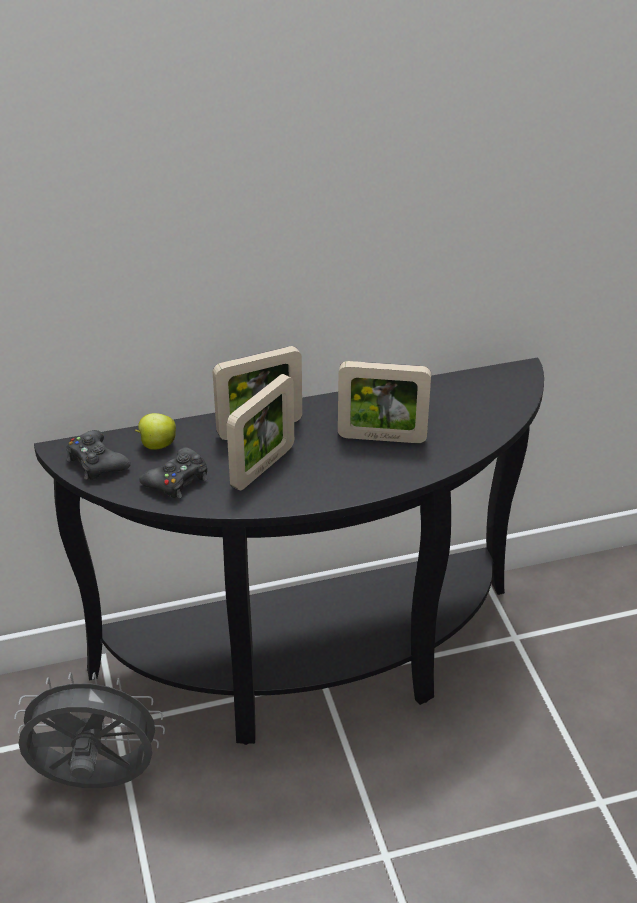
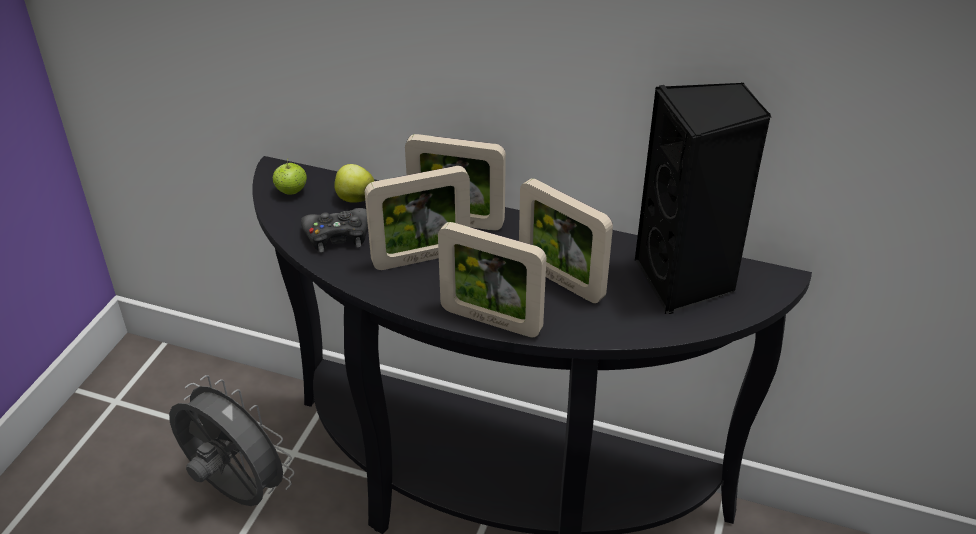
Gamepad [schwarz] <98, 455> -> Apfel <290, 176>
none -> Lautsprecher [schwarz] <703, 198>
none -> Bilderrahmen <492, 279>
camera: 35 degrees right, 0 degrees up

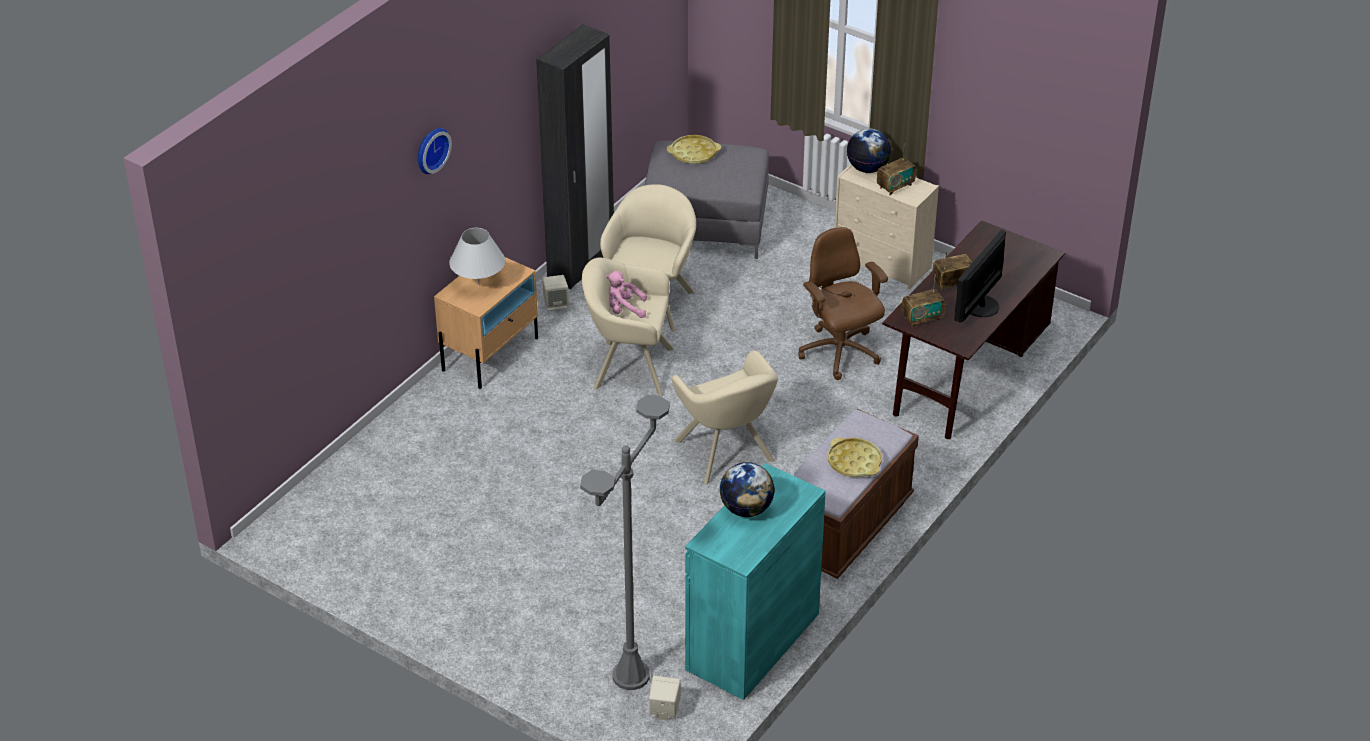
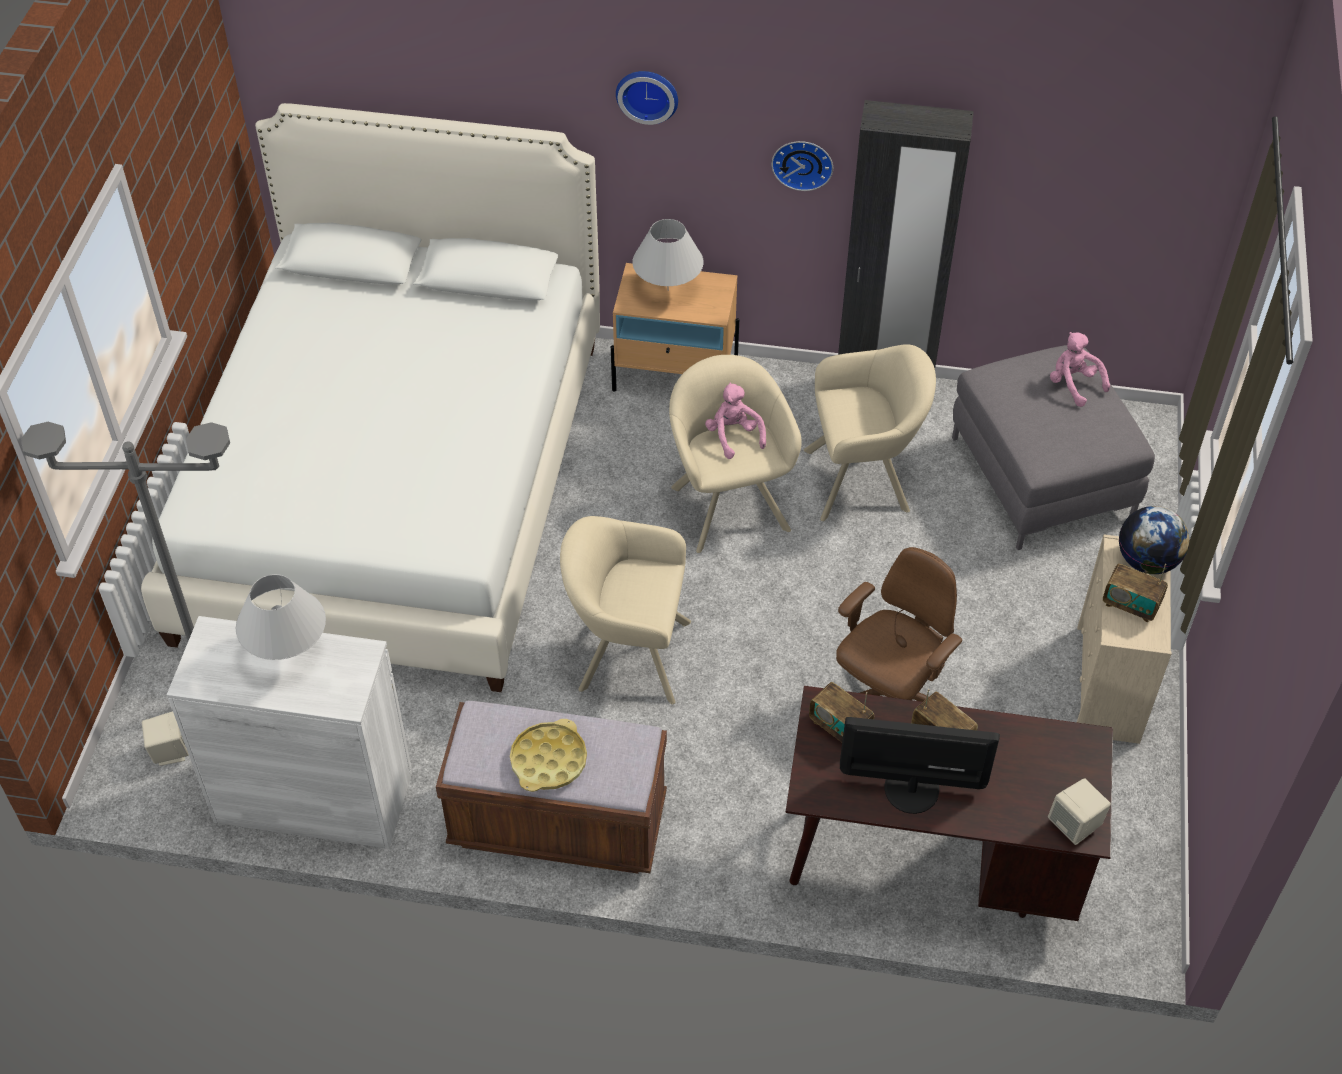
Tablett [gelb] <694, 149> -> Plüschtier [rosa] <1080, 369>
Lautsprecher [beige] <555, 293> -> Lautsprecher [beige] <1079, 811>, relocated
Sessel [beige] <725, 417> -> Sessel [beige] <625, 610>, 60 degrees clockwise
Globus <747, 489> -> Tischlampe [weiß] <281, 617>
Schrank [türkis] <755, 581> -> Schrank [weiß] <289, 732>
none -> Bett [weiß] <370, 397>
none -> Wanduhr <802, 166>
camera: 65 degrees right, 10 degrees up

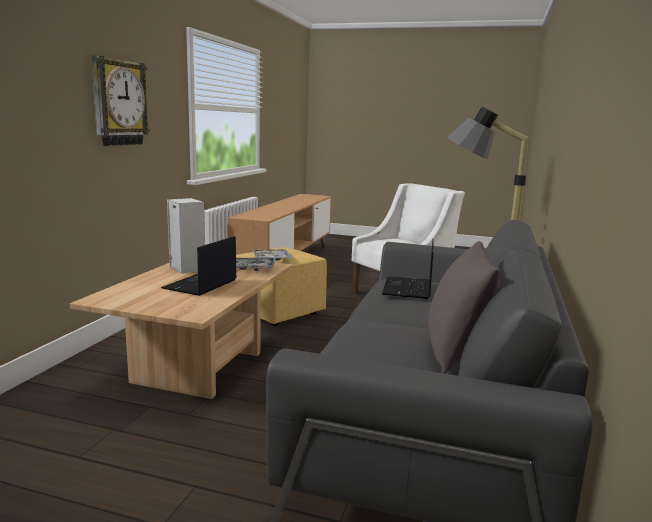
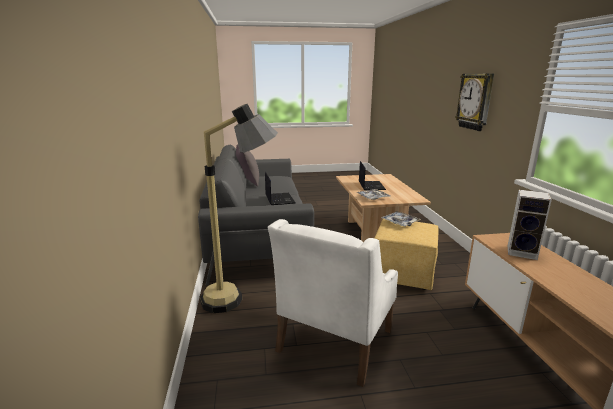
Lautsprecher <186, 236> -> Lautsprecher <530, 225>, relocated
camera: 155 degrees right, 5 degrees up

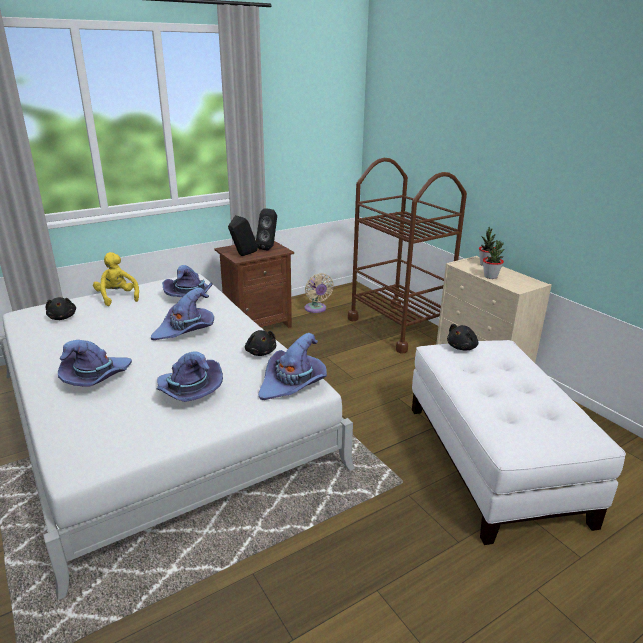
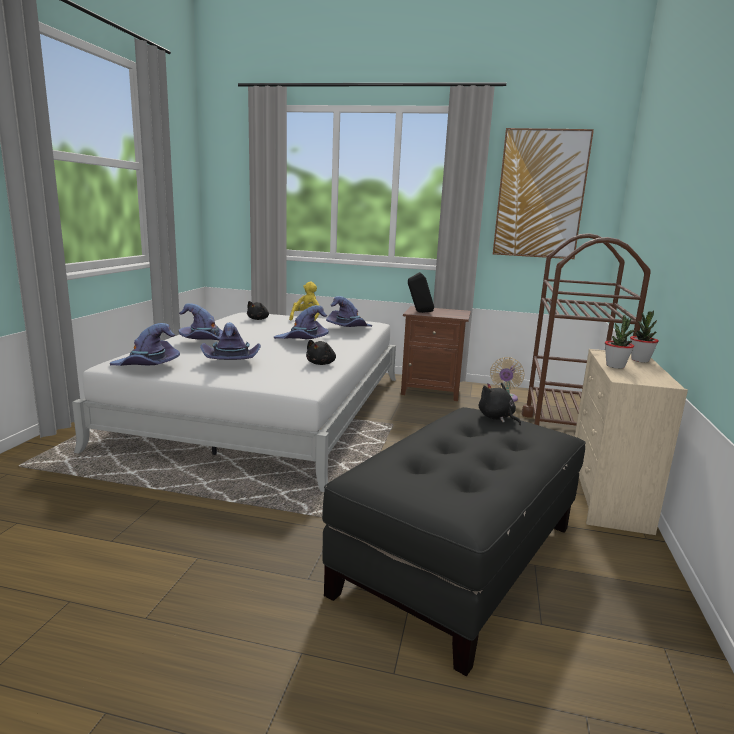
Lautsprecher [schwarz] <266, 230> -> none
Plüschtier [schwarz] <463, 337> -> Plüschtier [schwarz] <500, 404>, 60 degrees clockwise
Hut [lila] <292, 366> -> Hut [lila] <145, 344>, relocated
Polsterhocker [weiß] <519, 442> -> Polsterhocker [schwarz] <454, 542>
none -> Bild <543, 193>
camera: 45 degrees right, 10 degrees down

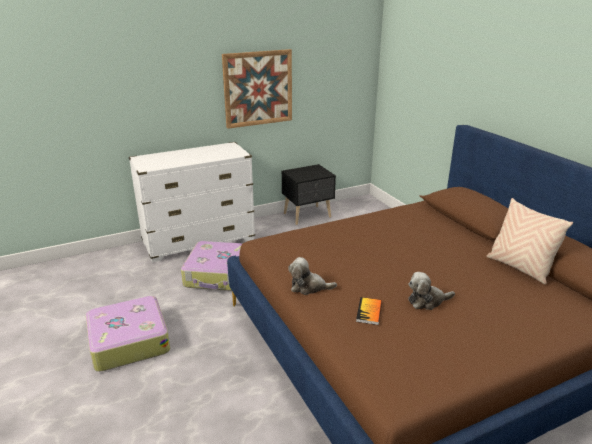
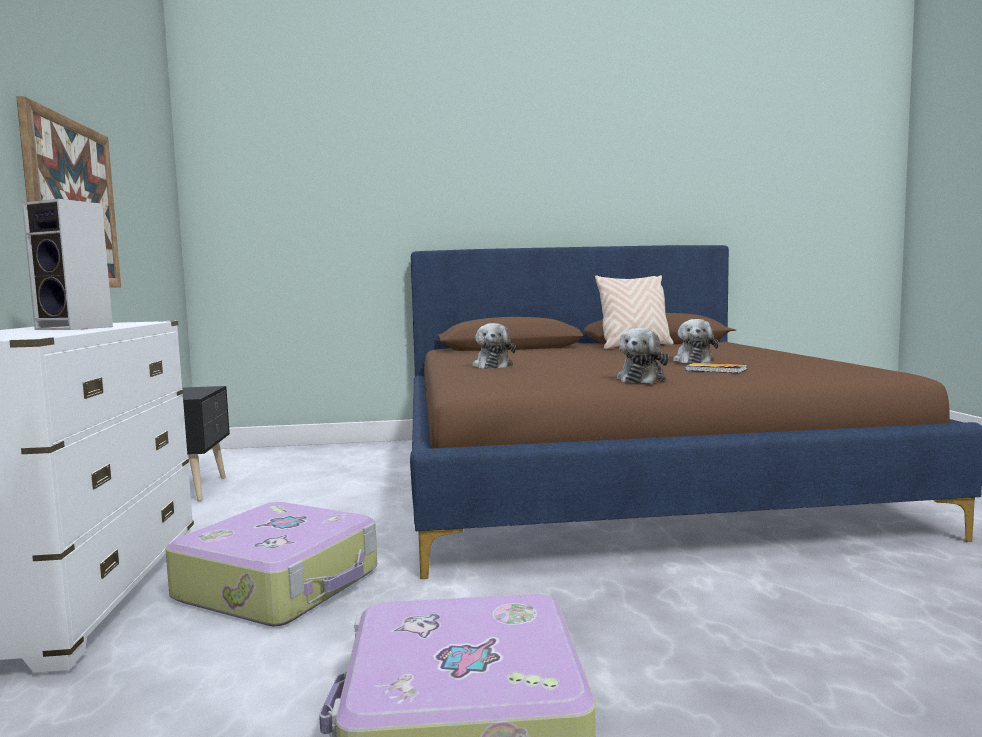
none -> Lautsprecher <67, 264>
none -> Plüschtier <494, 346>
camera: 70 degrees left, 20 degrees down

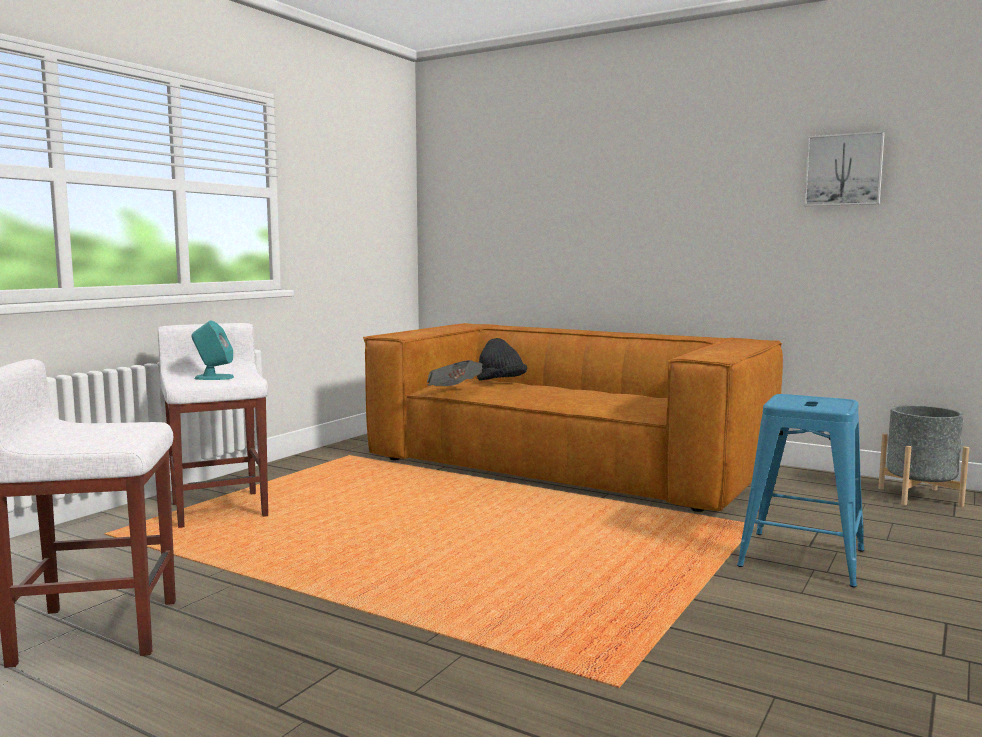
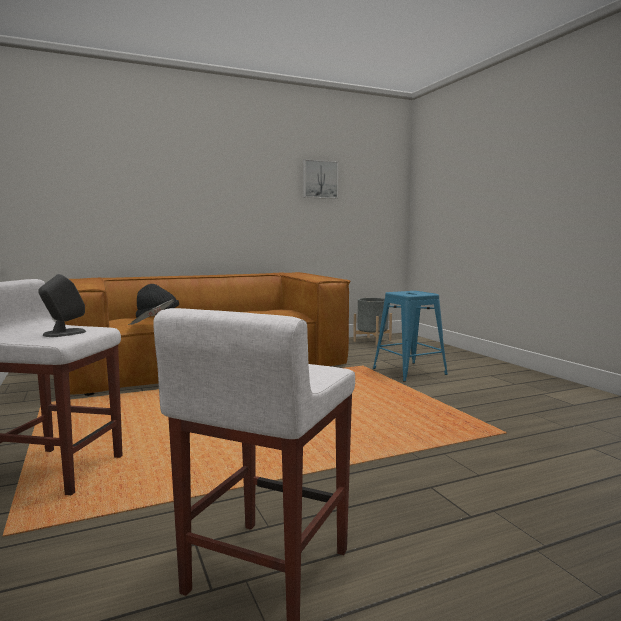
Lautsprecher [türkis] <213, 350> -> Lautsprecher [grau] <62, 305>
camera: 55 degrees left, 0 degrees up

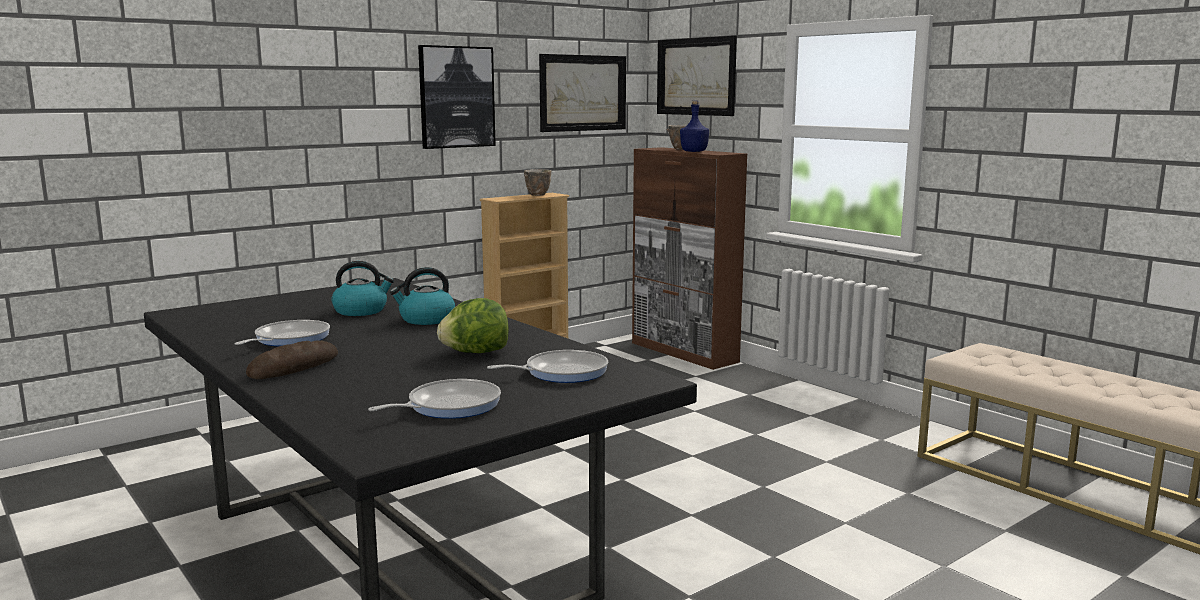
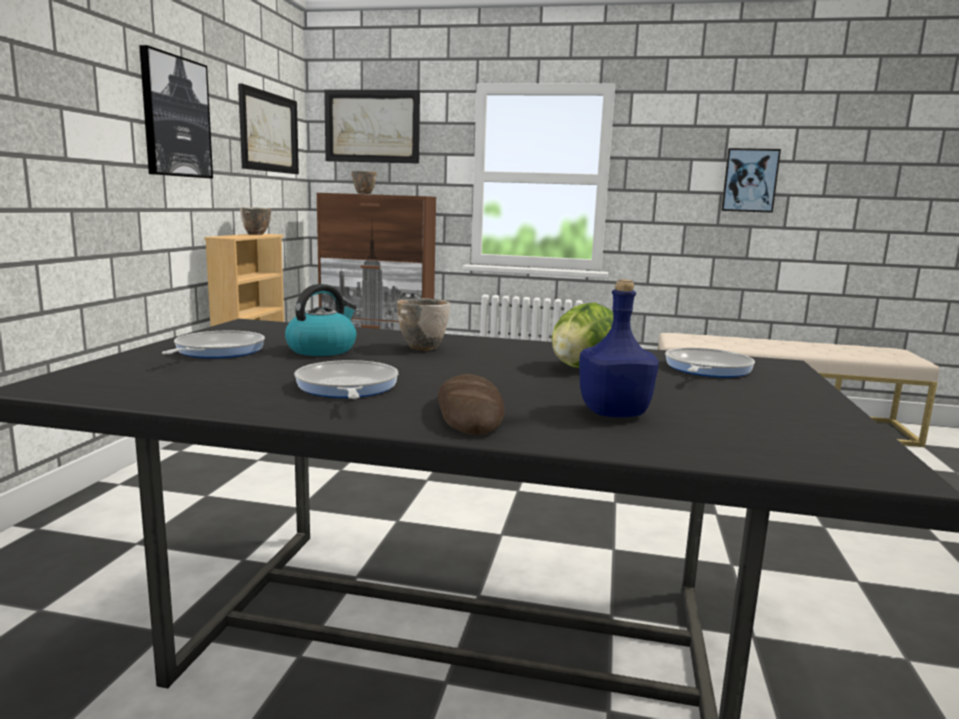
Flasche [blau] <694, 126> -> Flasche [blau] <619, 348>, relocated
Wasserkessel <422, 296> -> Schüssel <423, 324>
Pfanne <434, 399> -> Pfanne <213, 344>, relocated
none -> Bild <751, 180>
camera: 40 degrees left, 0 degrees up

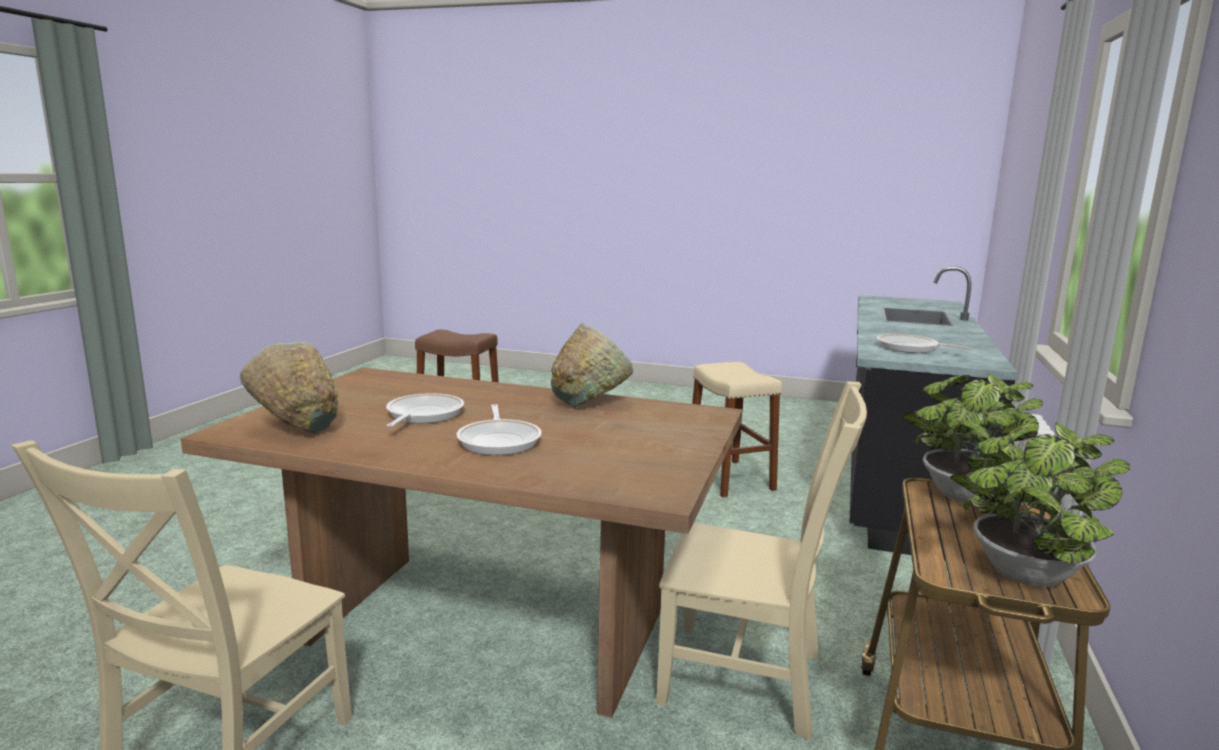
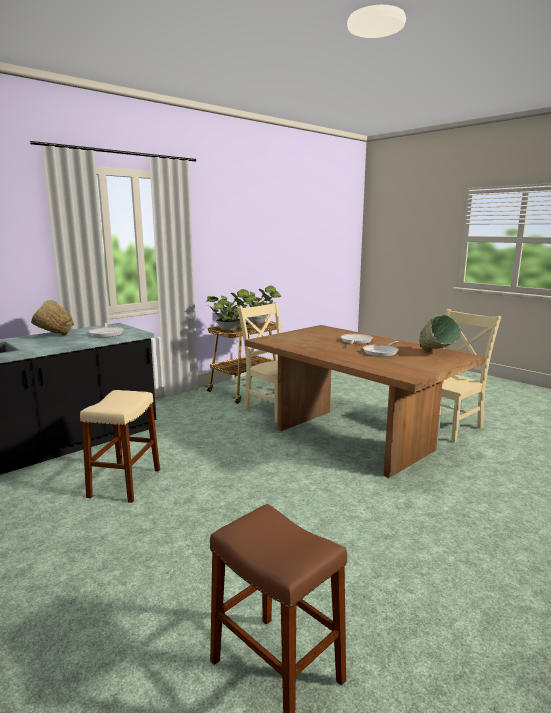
Schüssel [grün] <592, 365> -> Schüssel [grün] <52, 317>, relocated
camera: 150 degrees left, 0 degrees up

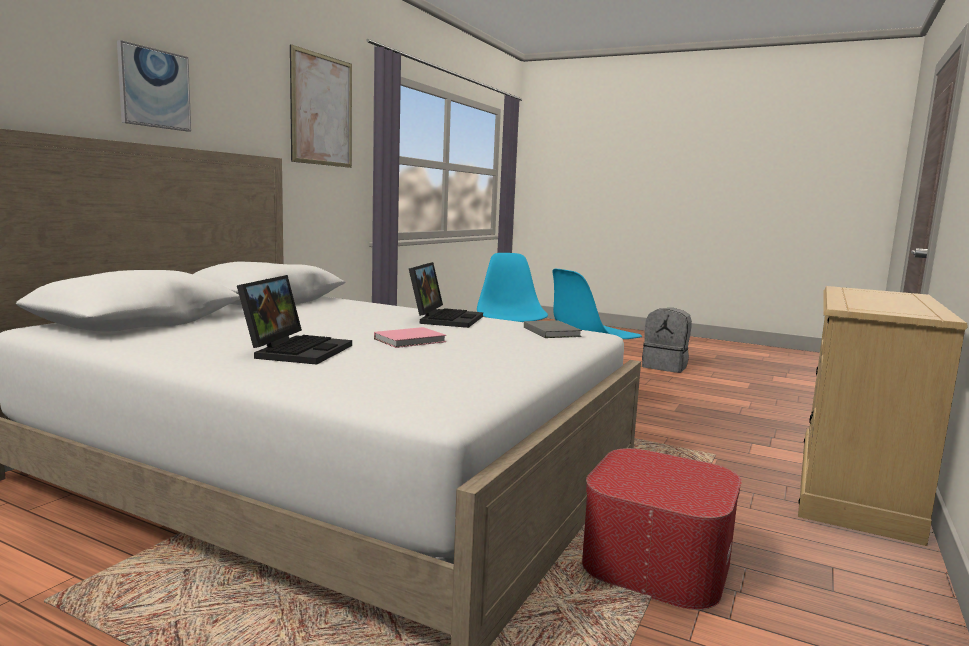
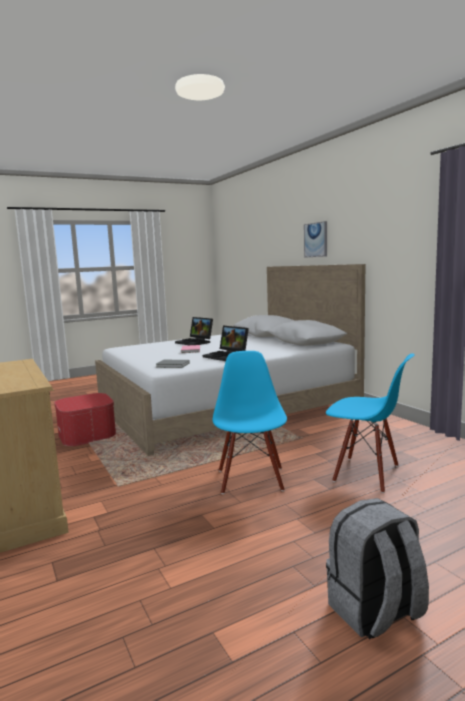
Bild <321, 106> -> none
camera: 125 degrees right, 0 degrees up

